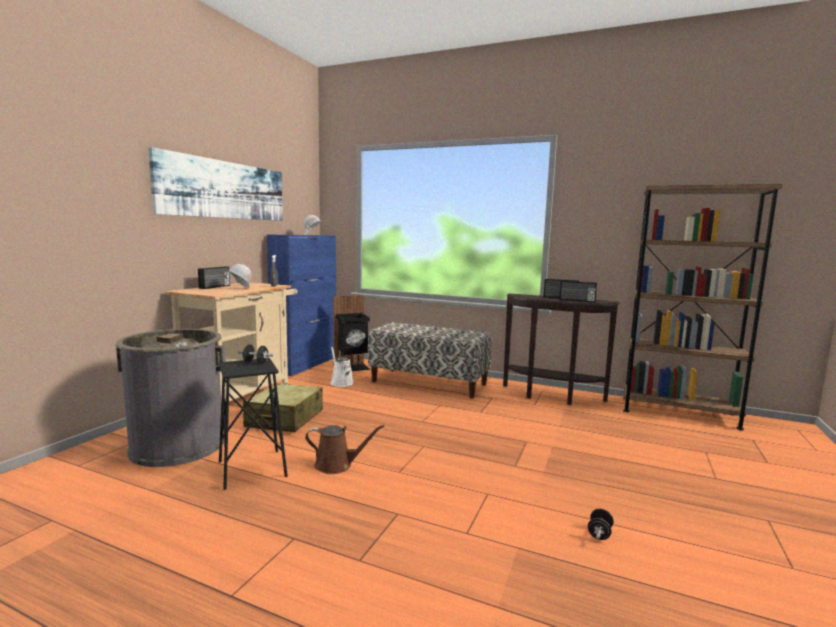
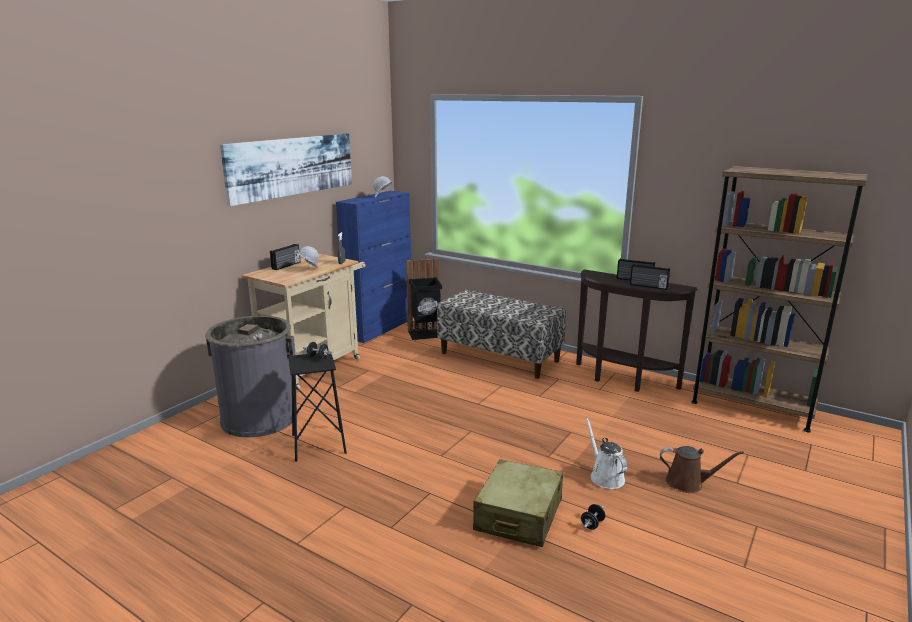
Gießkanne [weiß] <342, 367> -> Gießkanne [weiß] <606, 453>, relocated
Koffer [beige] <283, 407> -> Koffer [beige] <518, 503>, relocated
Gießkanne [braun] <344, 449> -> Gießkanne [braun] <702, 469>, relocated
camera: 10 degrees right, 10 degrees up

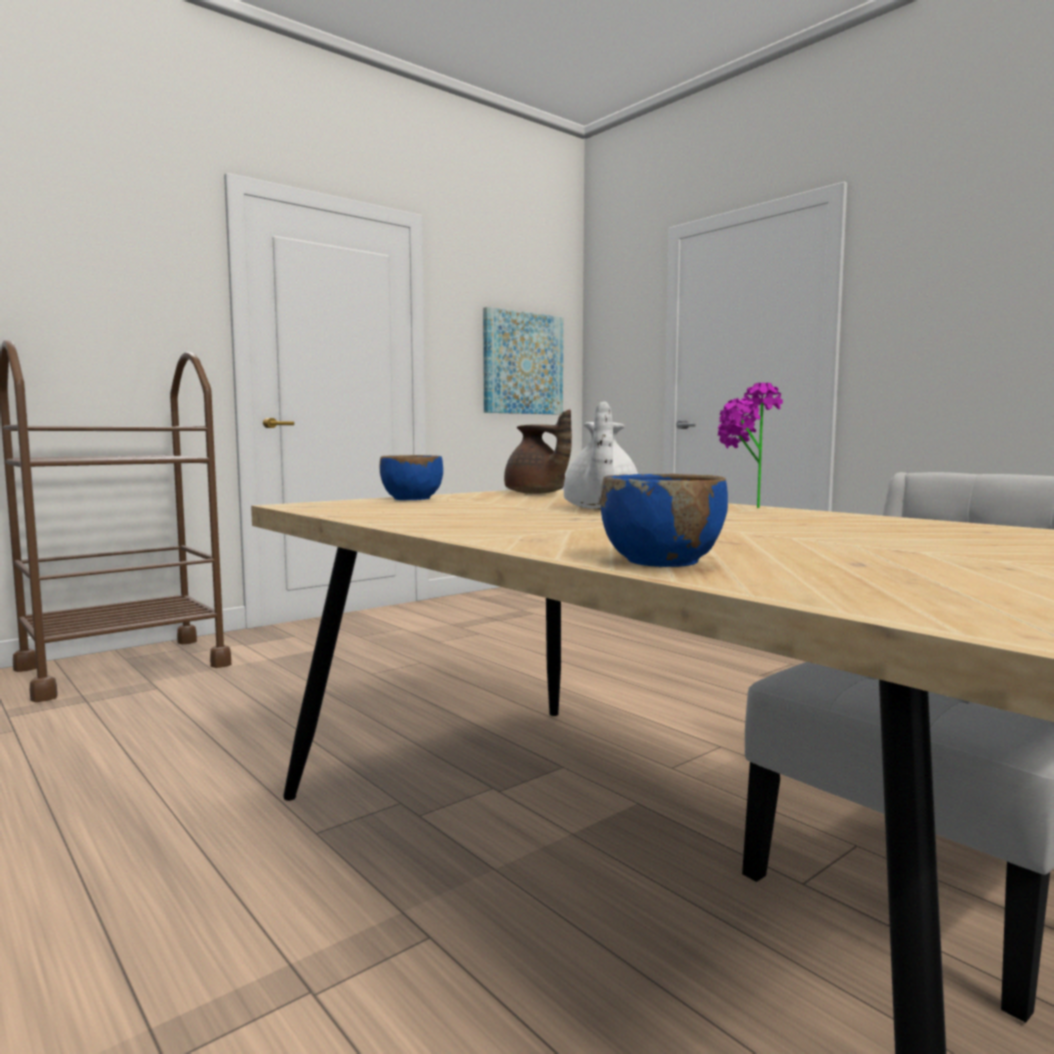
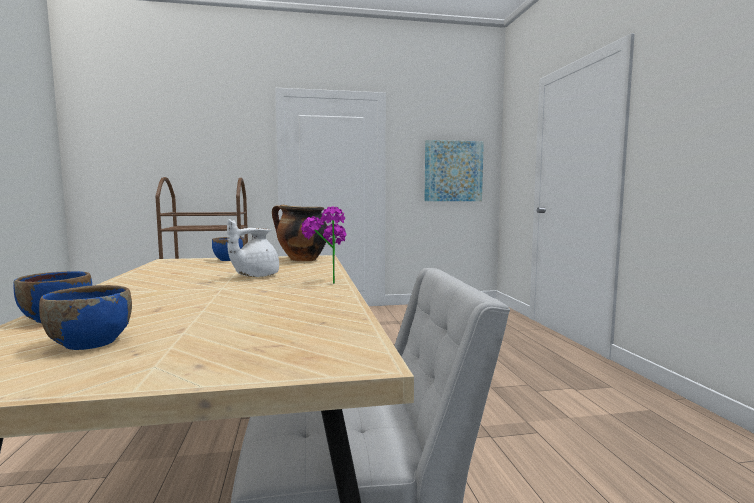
Teekanne [braun] <538, 451> -> Kochtopf <299, 233>
none -> Schüssel [blau] <85, 317>
camera: 30 degrees right, 0 degrees up

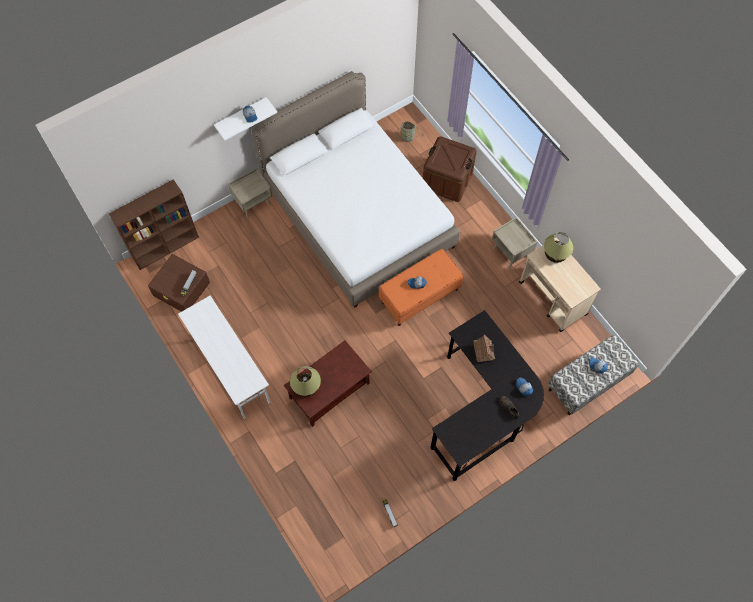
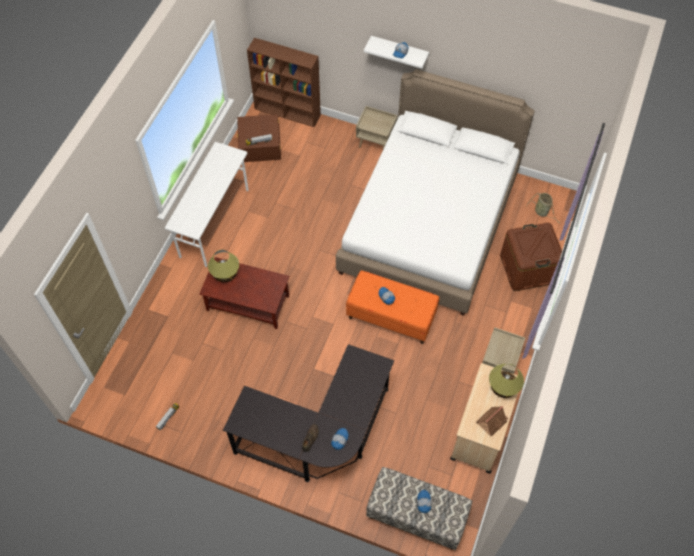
Spielzeughaus <484, 348> -> Spielzeughaus <492, 421>, relocated
camera: 55 degrees right, 5 degrees down

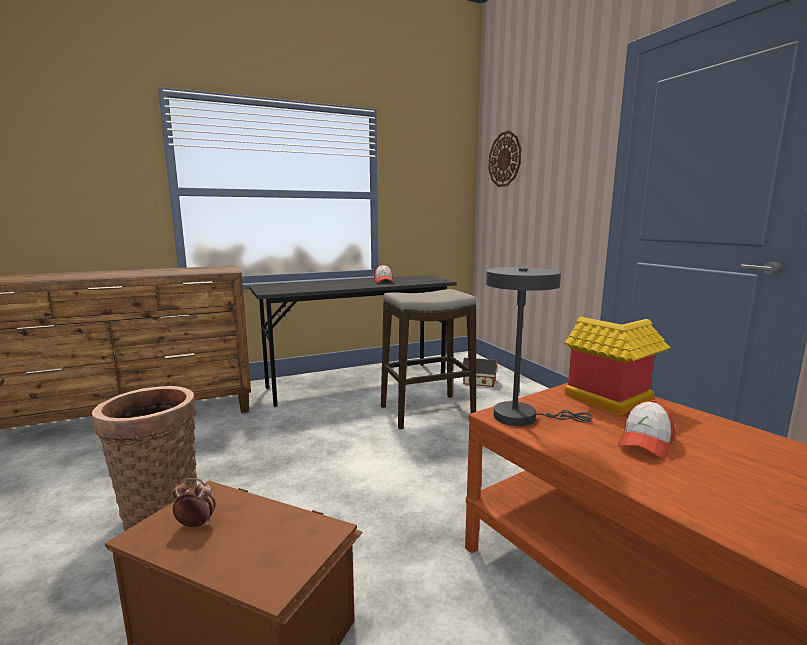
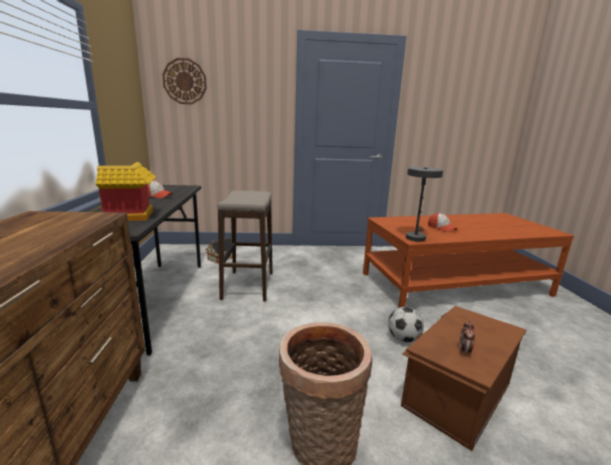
Spielzeughaus <617, 366> -> Spielzeughaus <126, 191>, relocated
none -> Fußball <406, 324>
camera: 70 degrees left, 5 degrees up

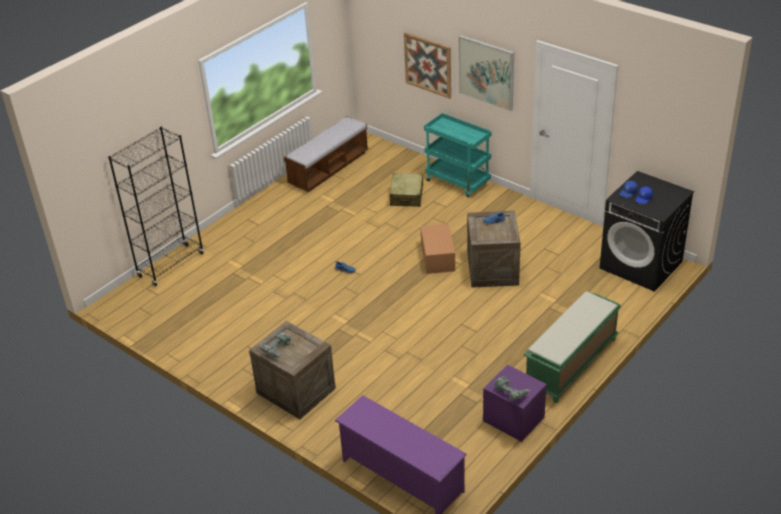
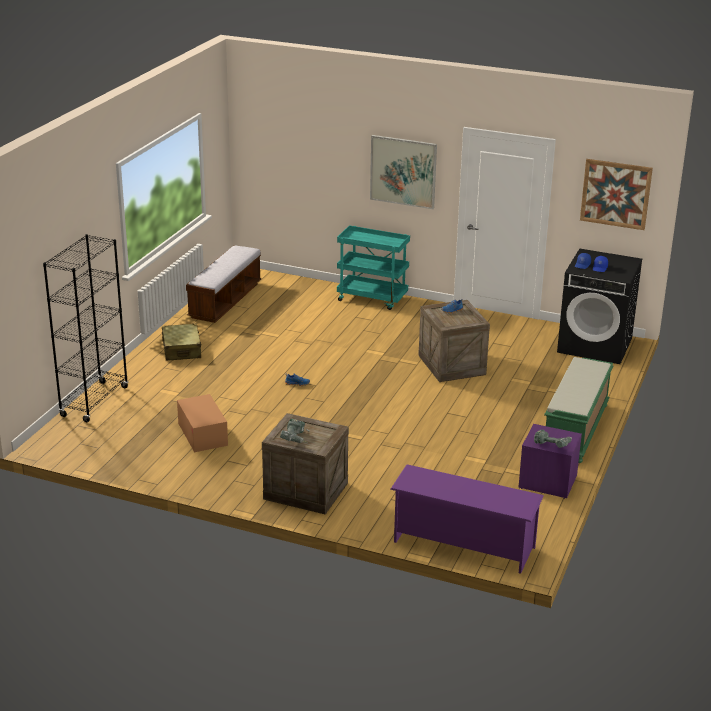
Bild <427, 65> -> Bild <616, 194>, relocated
Koffer [beige] <406, 190> -> Koffer [beige] <181, 342>, relocated
Karton <437, 249> -> Karton <202, 423>, relocated
camera: 20 degrees left, 10 degrees down

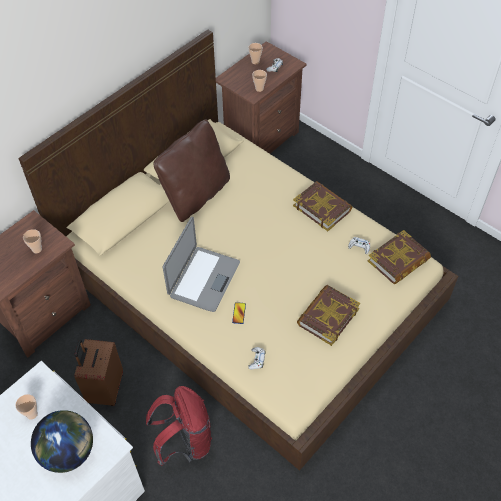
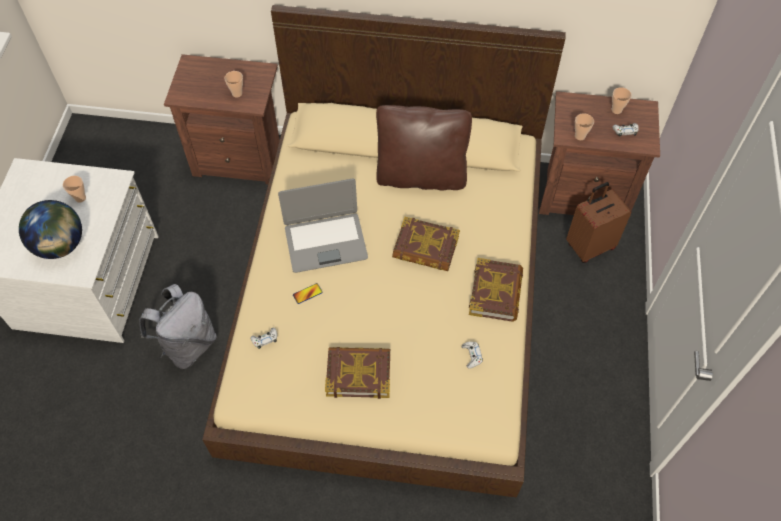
Buch <399, 257> -> Buch <426, 244>, relocated
Koffer [braun] <98, 372> -> Koffer [braun] <599, 222>, relocated
Rucksack [rot] <179, 426> -> Rucksack [grau] <178, 326>
camera: 55 degrees right, 5 degrees up

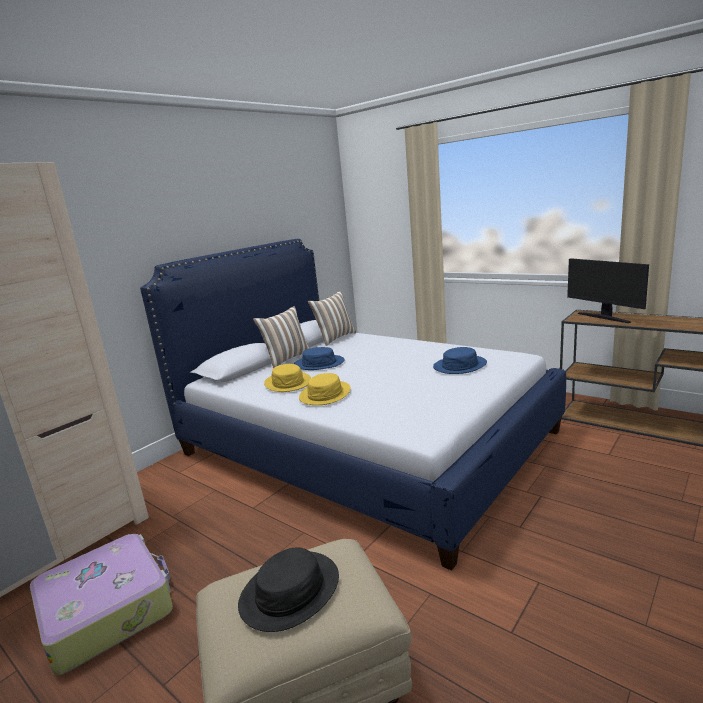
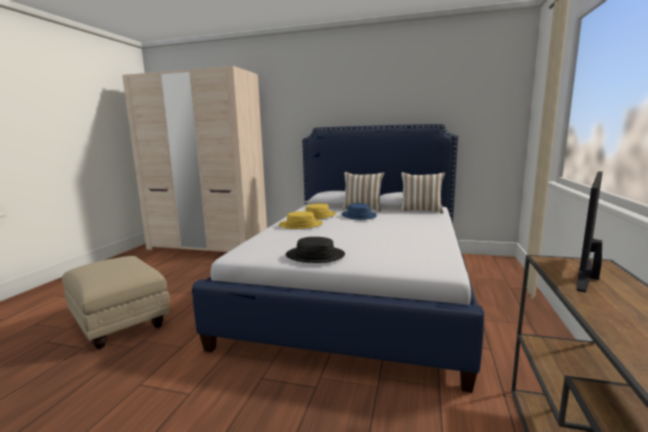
Hut [blau] <460, 360> -> none
Koffer <101, 604> -> none
Hut [schwarz] <288, 589> -> Hut [schwarz] <315, 250>, relocated
camera: 65 degrees right, 5 degrees down

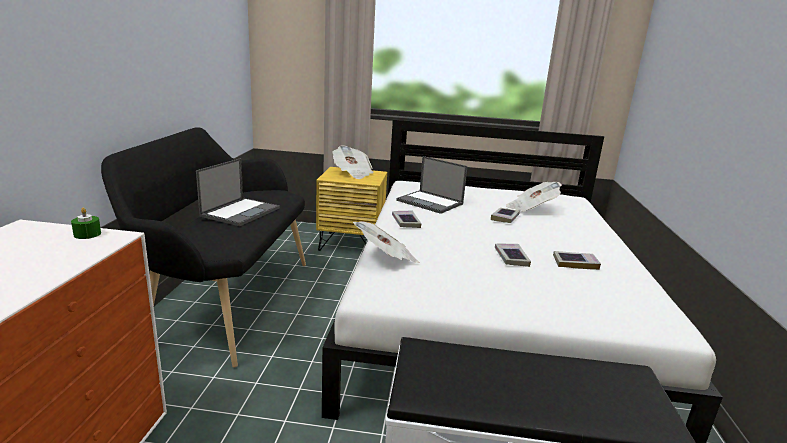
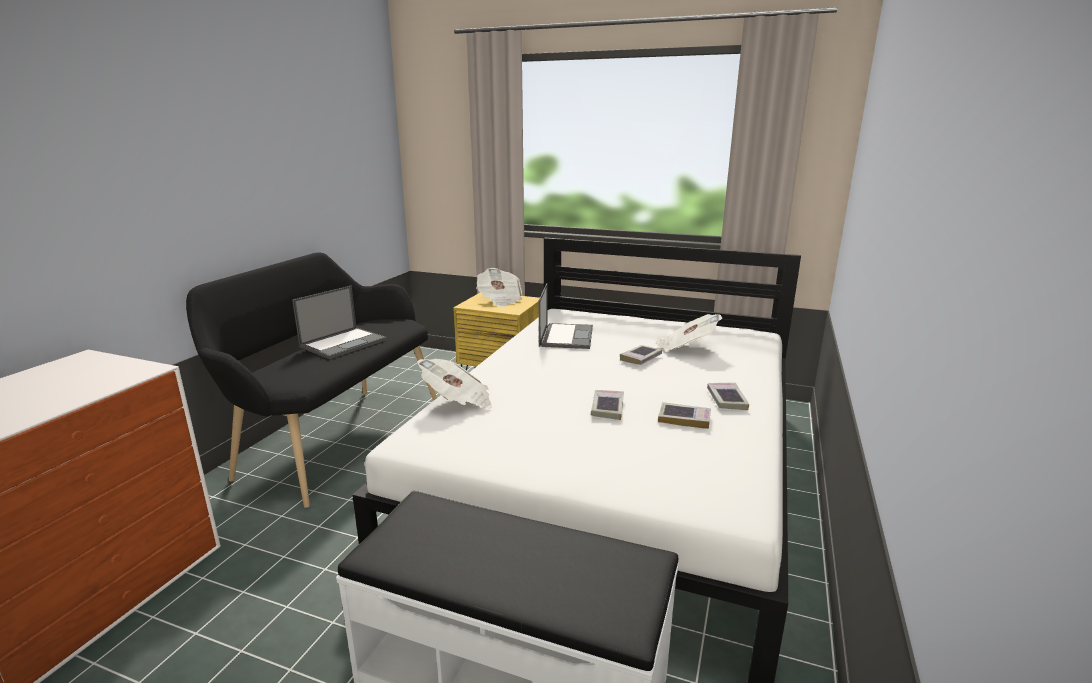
Laptop <432, 185> -> Laptop <566, 316>, 135 degrees counterclockwise
Kerze [grün] <86, 223> -> none
Buch <407, 219> -> Buch <728, 396>, relocated
camera: 15 degrees right, 0 degrees up

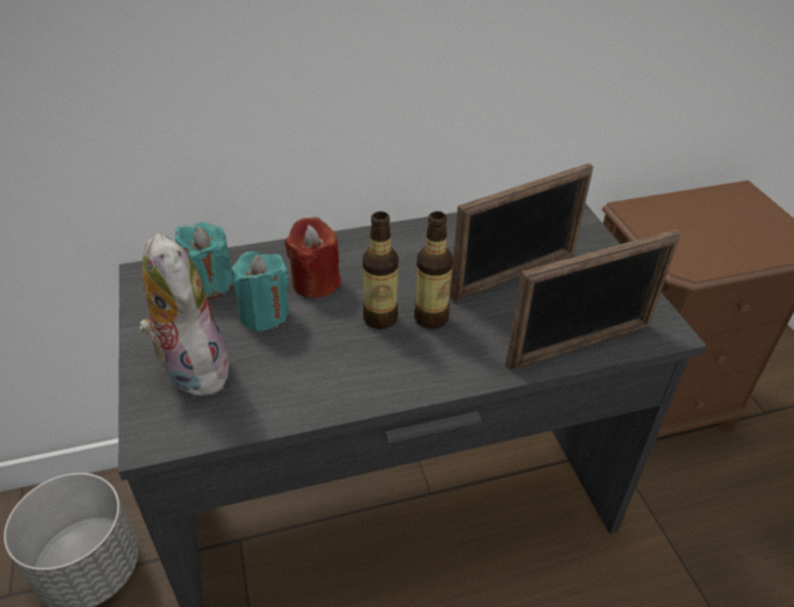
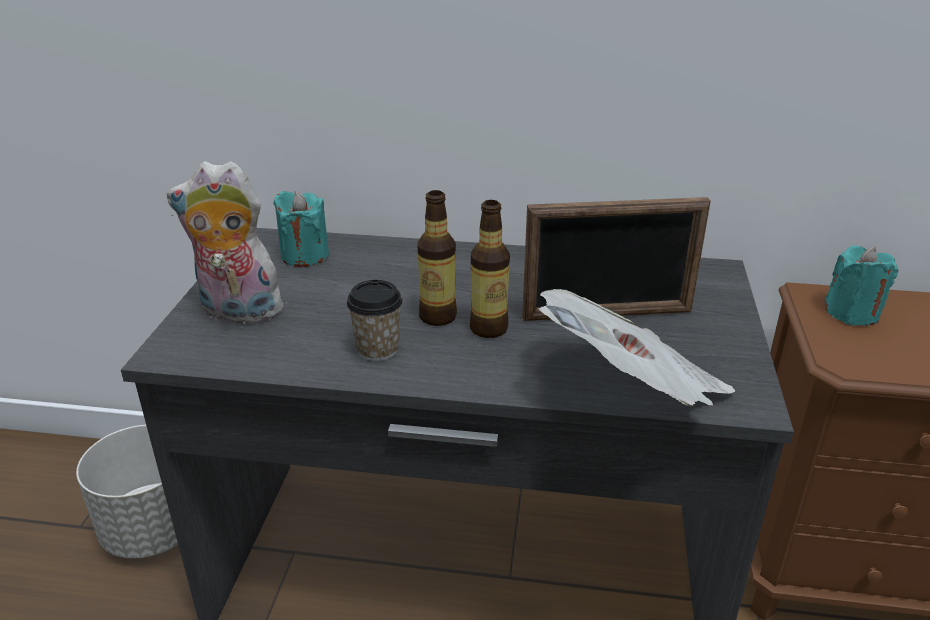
Kerze [rot] <313, 258> -> none
Bilderrahmen <593, 299> -> Zeitung <636, 348>
Plüschtier <183, 315> -> Plüschtier <227, 244>, 75 degrees counterclockwise
Kerze [türkis] <260, 291> -> Kerze [türkis] <861, 286>, relocated
none -> Tasse <374, 320>
camera: 25 degrees right, 10 degrees down

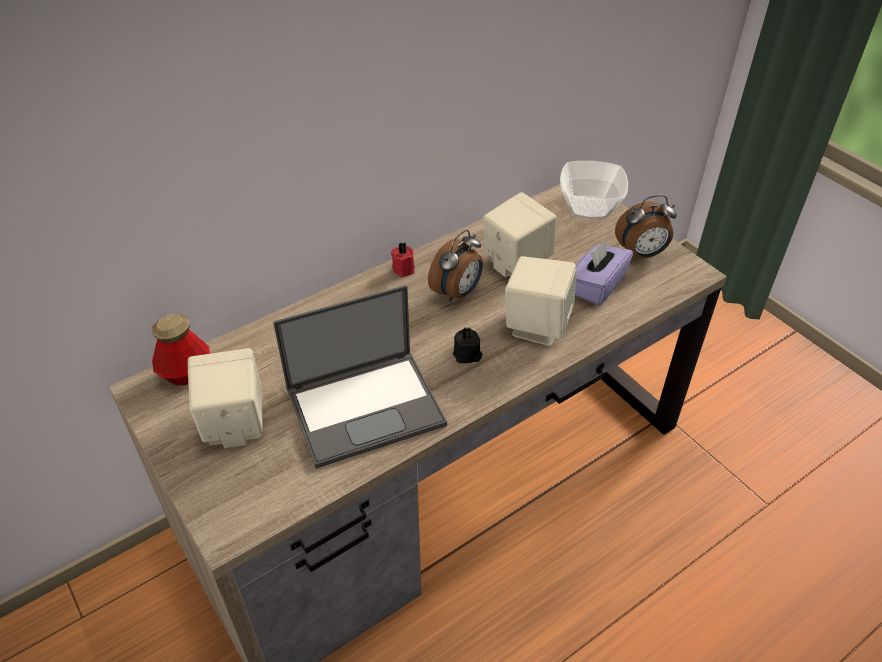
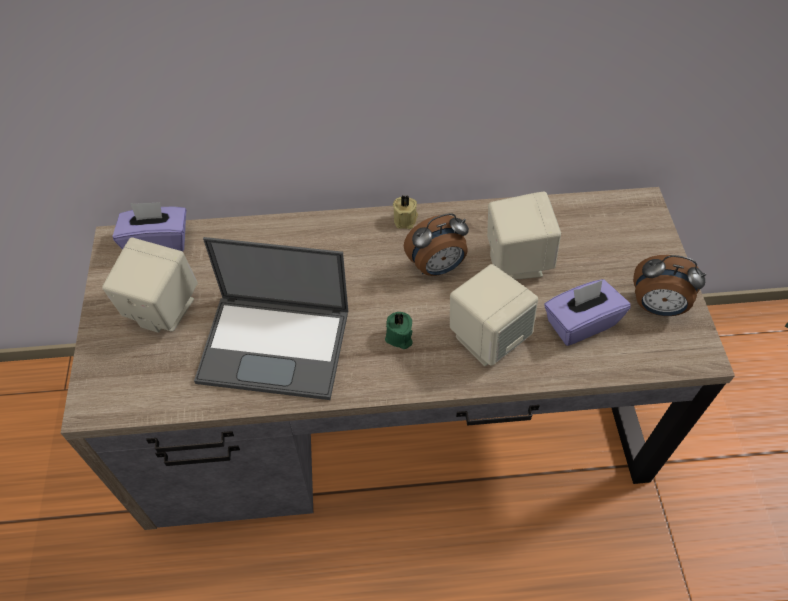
Schüssel <594, 190> -> none
Kerze [rot] <403, 259> -> Kerze [beige] <405, 212>
Flasche <181, 349> -> Taschentuchbox [lila] <149, 227>
Kerze [schwarz] <467, 345> -> Kerze [grün] <399, 330>
camera: 30 degrees right, 10 degrees up

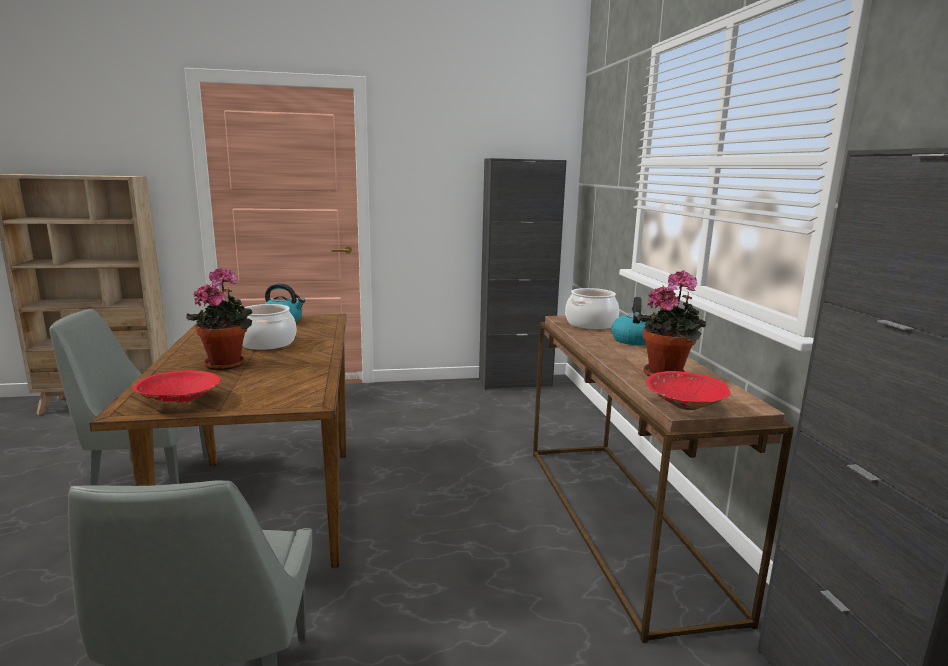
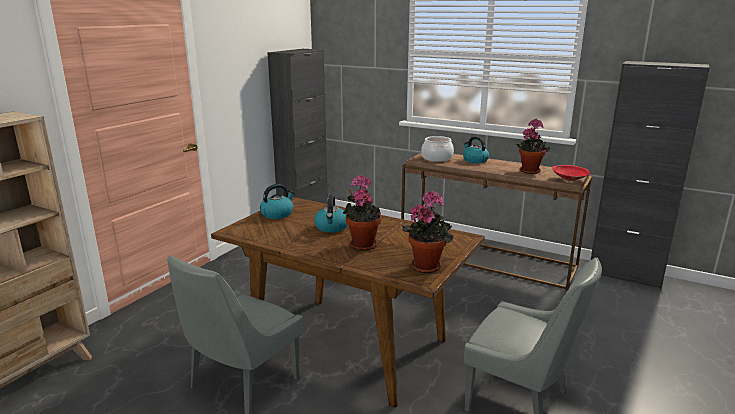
Kochtopf <269, 327> -> Wasserkessel <331, 214>
Schüssel [rot] <177, 388> -> Topfpflanze <427, 231>
camera: 50 degrees left, 5 degrees up

